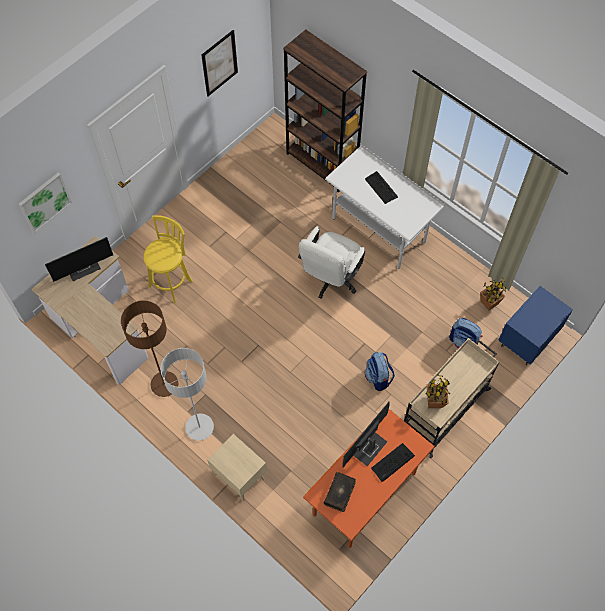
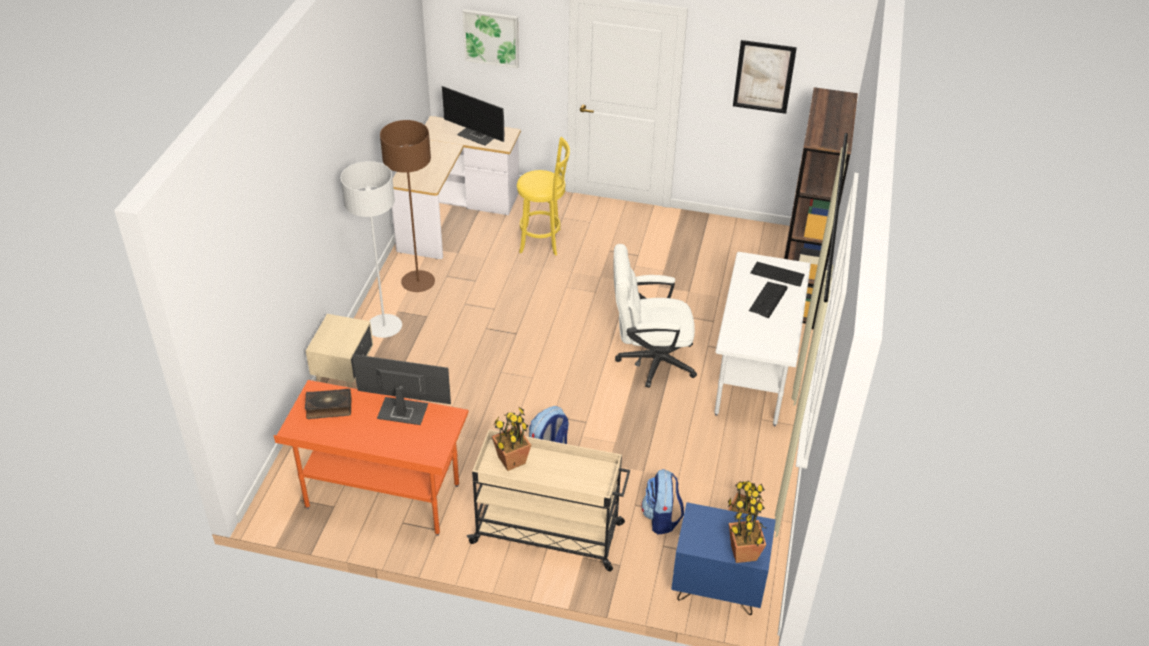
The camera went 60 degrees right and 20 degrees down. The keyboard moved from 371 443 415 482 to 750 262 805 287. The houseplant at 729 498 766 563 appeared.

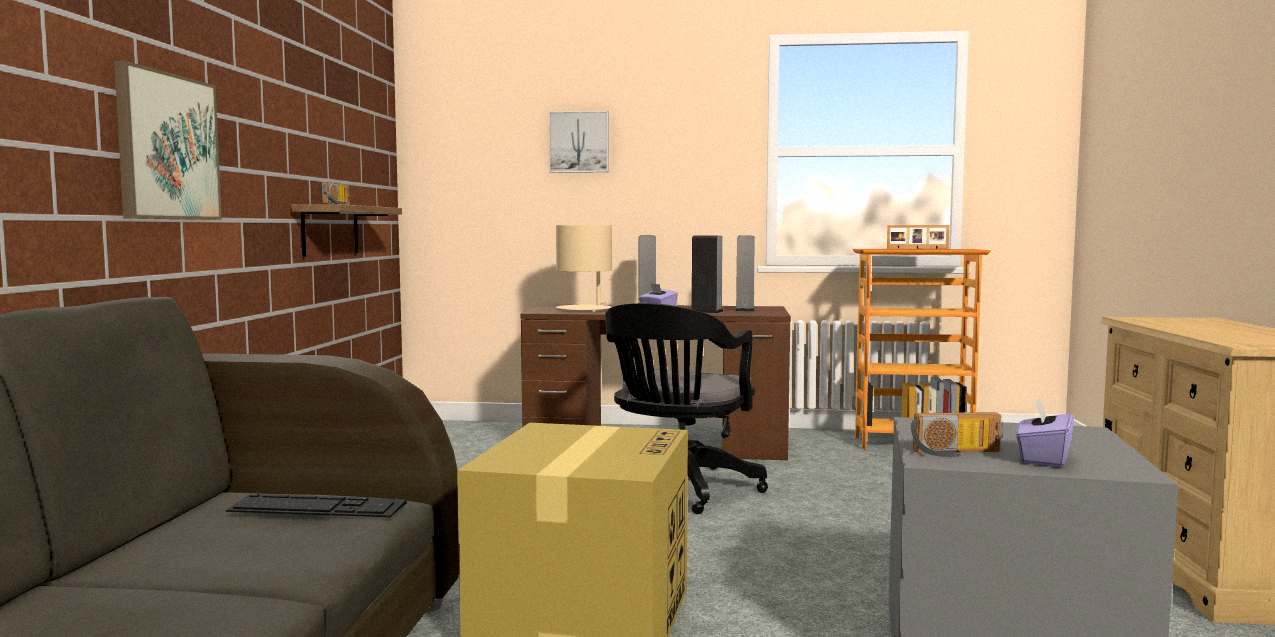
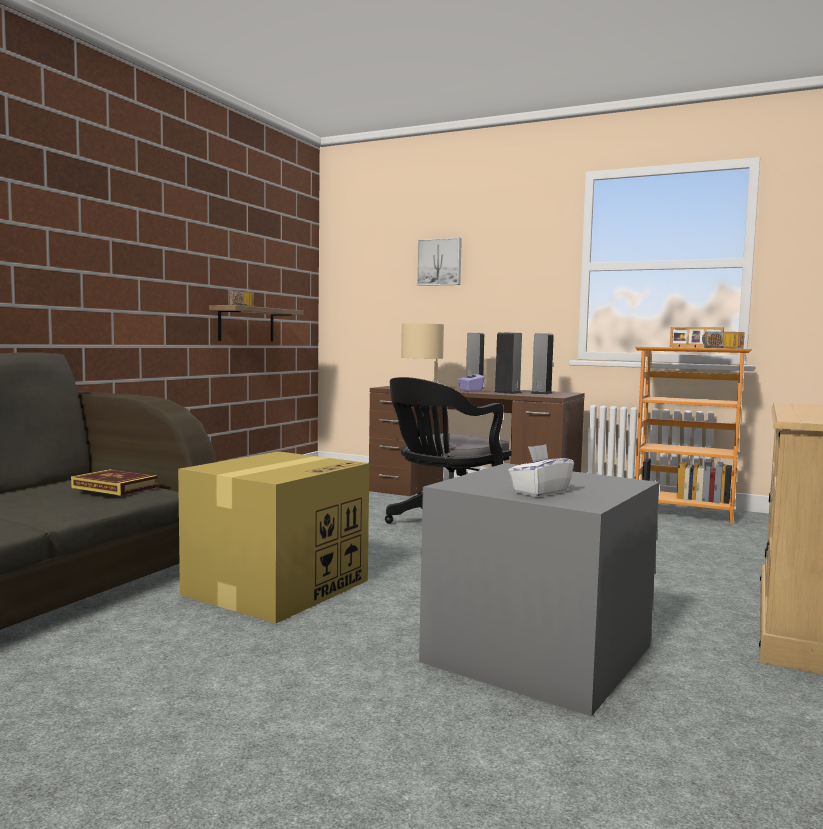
The camera went 20 degrees right and 0 degrees up. The wall picture at 114 60 222 220 disappeared. The tissue holder (purplish) at 1016 397 1074 468 became the tissue holder (white) at 508 444 574 497. The radio set moved from 911 412 1001 457 to 702 331 745 349. The keyboard at 226 494 407 517 was replaced by the bound book at 71 469 158 496.

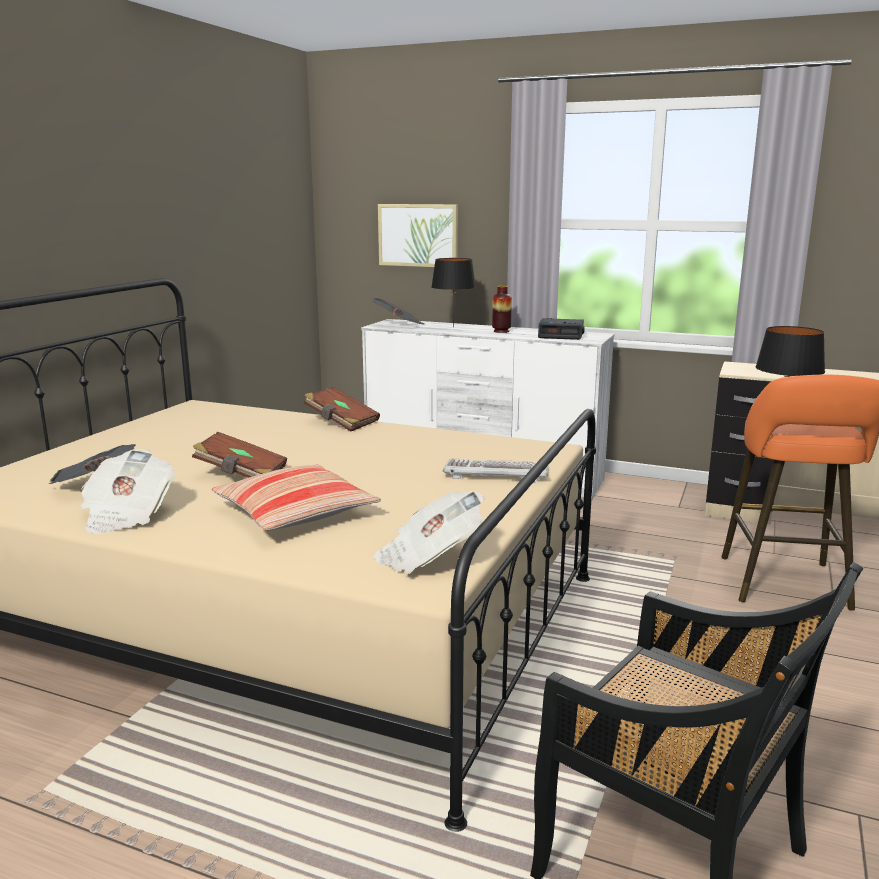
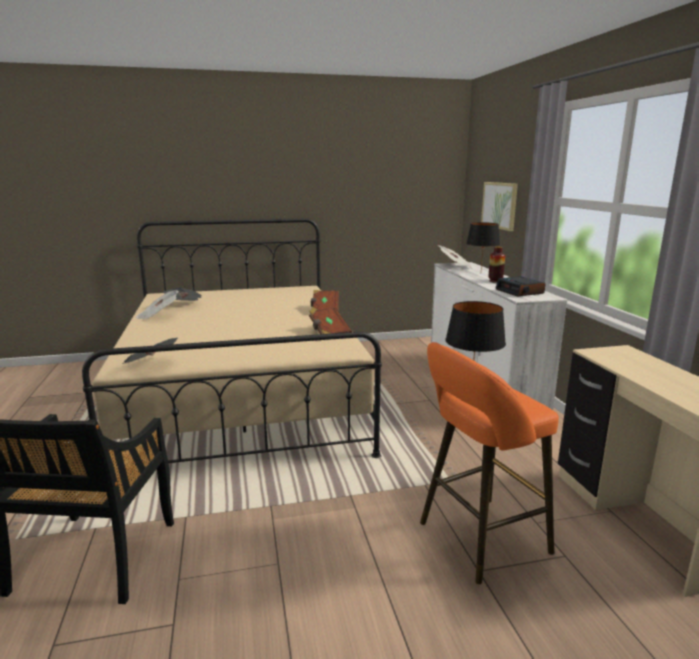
The camera went 55 degrees right and 0 degrees up. The bound book (brown-coloured) moved from 192 432 287 478 to 309 308 352 334. The keyboard at 443 459 548 482 disappeared. The throw pillow at 212 465 381 530 disappeared.

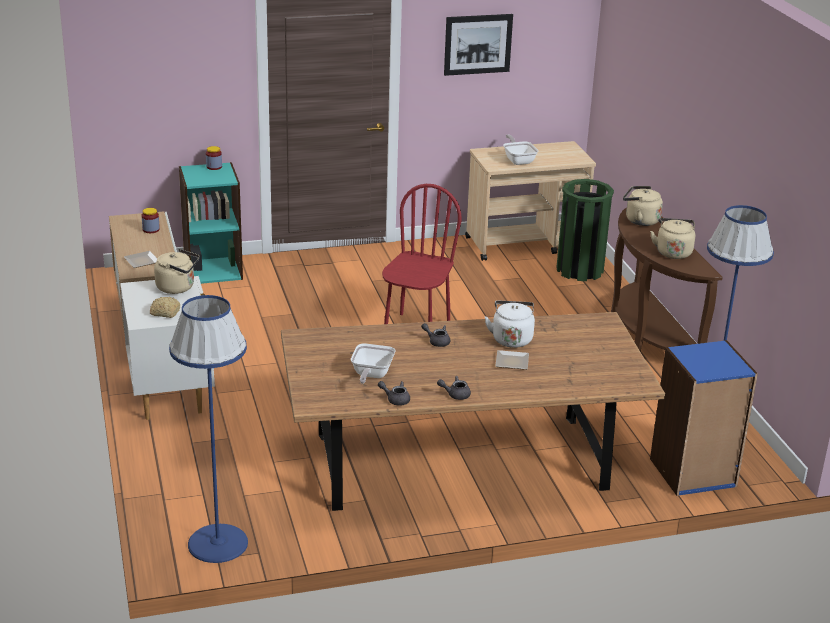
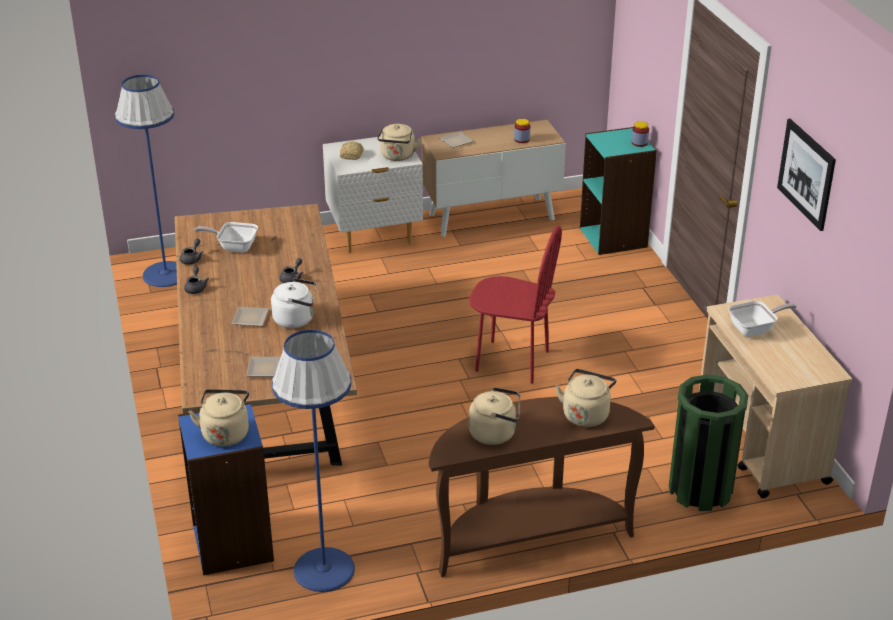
The camera went 90 degrees right and 5 degrees up. The plate at 247 357 281 377 appeared. The water kettle (beige) at 189 389 249 447 appeared.

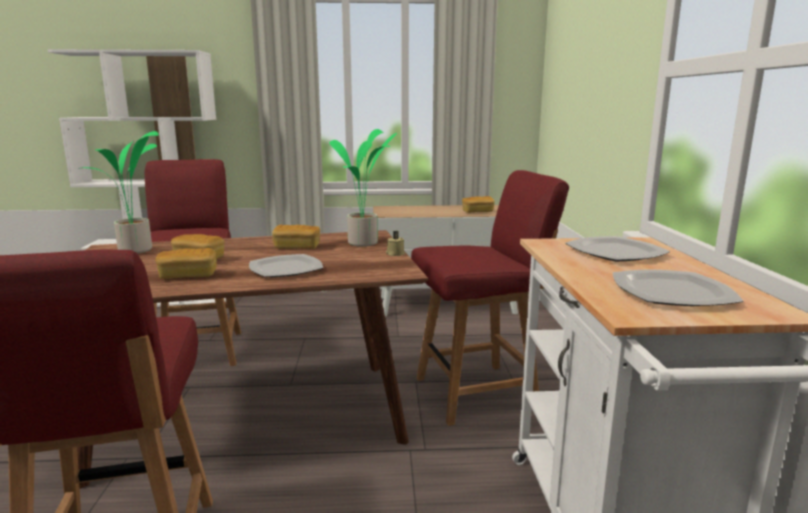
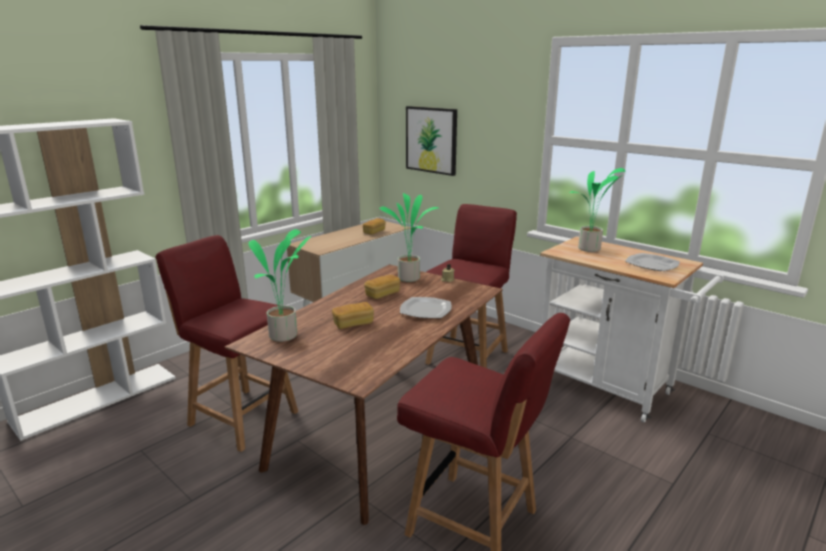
The camera went 45 degrees left and 5 degrees up. The plate at 565 236 670 261 was replaced by the houseplant at 569 168 626 252. The baked bread at 155 248 217 279 disappeared. The wall picture at 406 106 457 176 appeared.

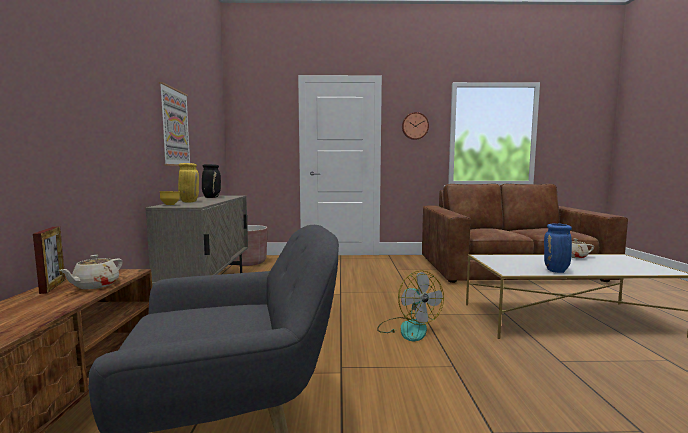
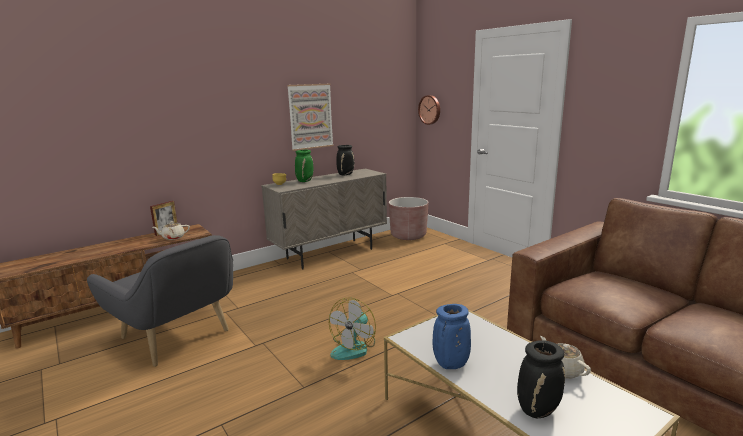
The camera went 55 degrees right and 10 degrees up. The wall clock moved from 402 112 429 140 to 418 95 440 125. The decorative vase (yellow) at 178 163 199 203 became the decorative vase (green-coloured) at 295 150 313 182. The decorative vase (blackish) at 517 340 565 418 appeared.

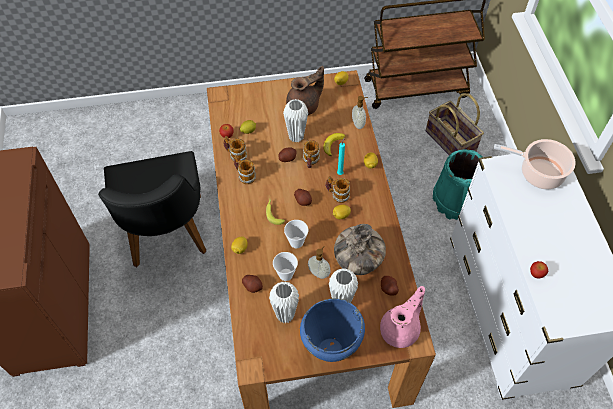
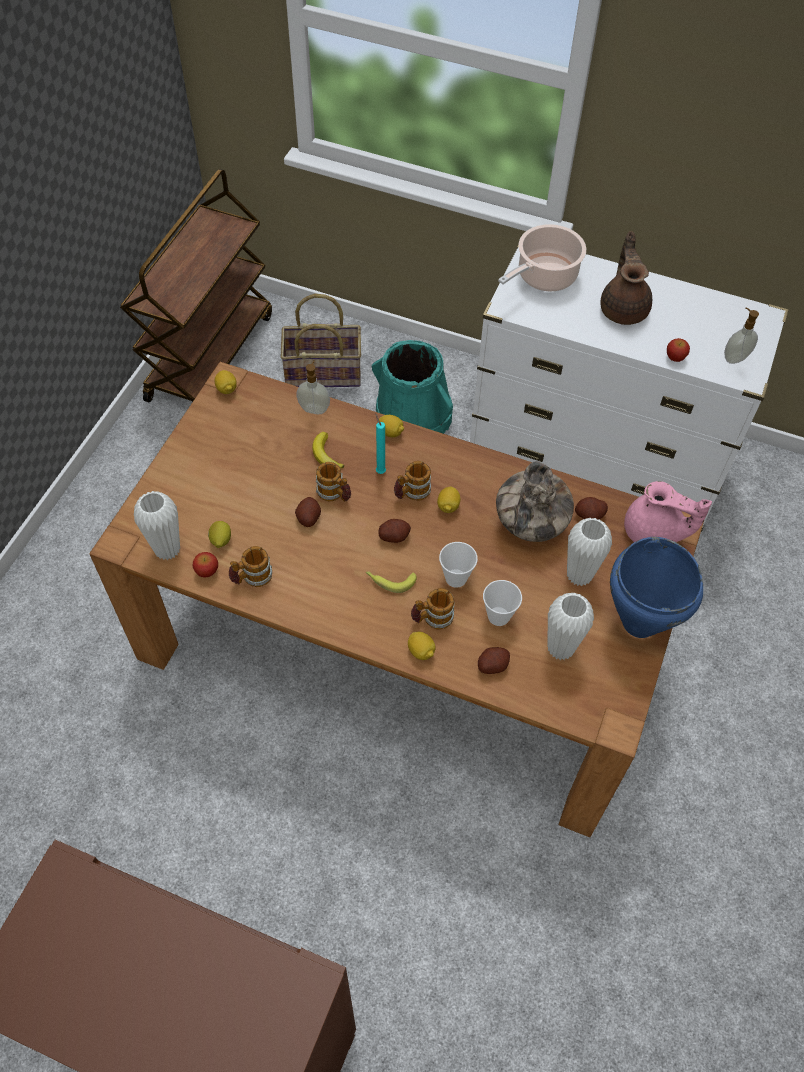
The camera went 60 degrees left and 0 degrees up. The teapot (brown-coloured) moved from 286 66 324 115 to 600 231 652 325. The decorative vase (white) moved from 283 99 308 143 to 134 491 180 560. The upright chair (blackish) at 98 151 207 267 disappeared. The tea mug moved from 234 155 256 184 to 411 588 455 630. The soap dispenser moved from 308 246 330 279 to 724 307 759 364. The teapot (pink-coloured) at 380 286 425 348 turned 135 degrees clockwise.

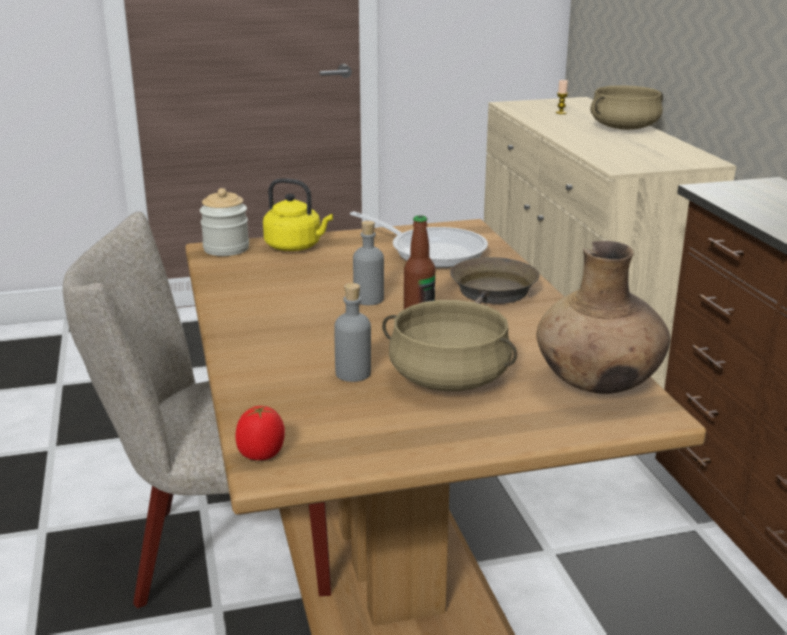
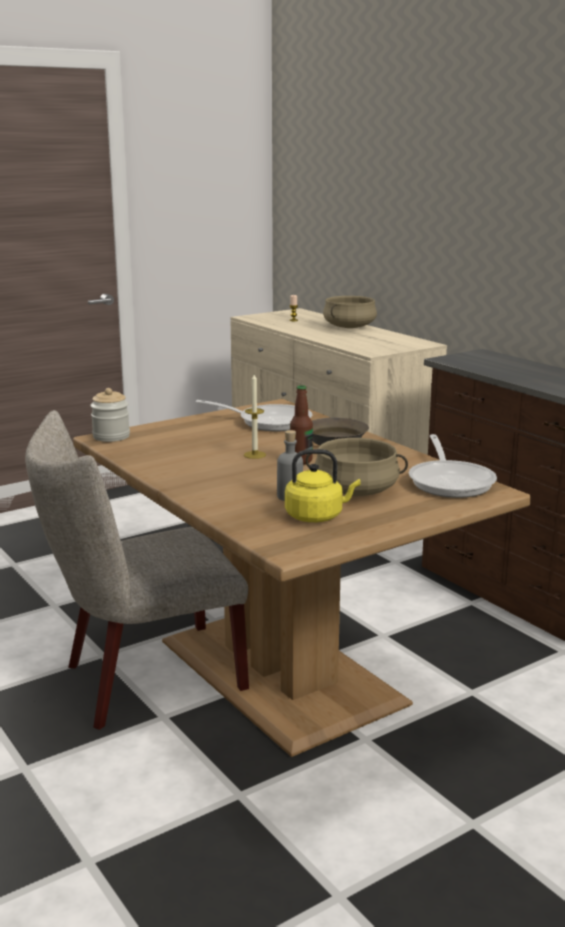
The camera went 20 degrees left and 5 degrees down. The water kettle (yellow) moved from 263 178 333 251 to 285 449 361 522. The beverage bottle (gray) at 353 221 384 305 was replaced by the candle at 244 374 266 459. The decorative vase (brown-coloured) at 536 241 670 394 was replaced by the pan at 409 434 497 498. The whole tomato at 235 406 285 460 disappeared.

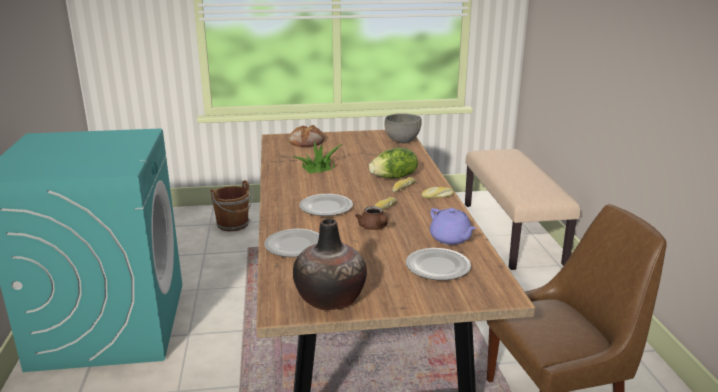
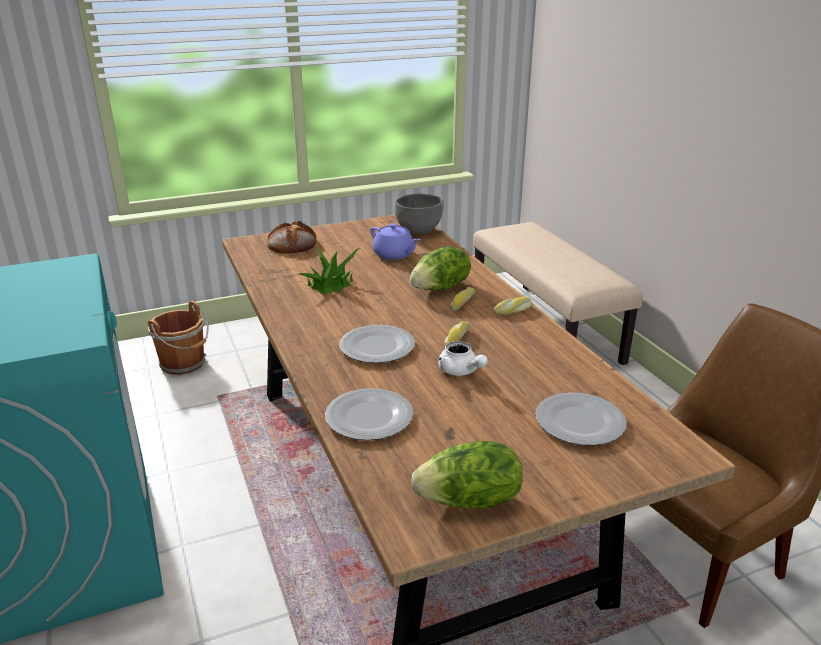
The camera went 15 degrees left and 5 degrees up. The teapot (brown-coloured) at 355 206 388 230 became the teapot (white) at 438 341 488 376. The teapot (purplish) moved from 430 208 477 245 to 370 223 420 260. The decorative vase at 293 219 367 310 was replaced by the lettuce head at 411 441 523 509.

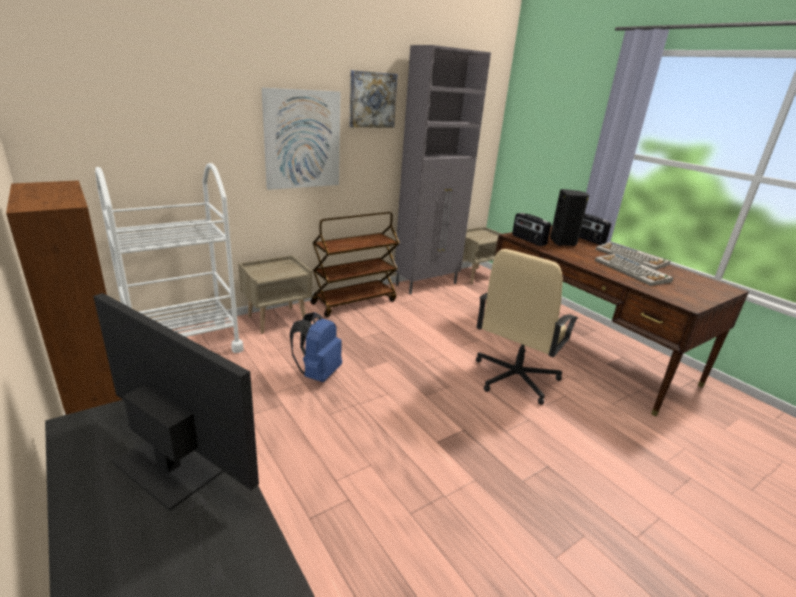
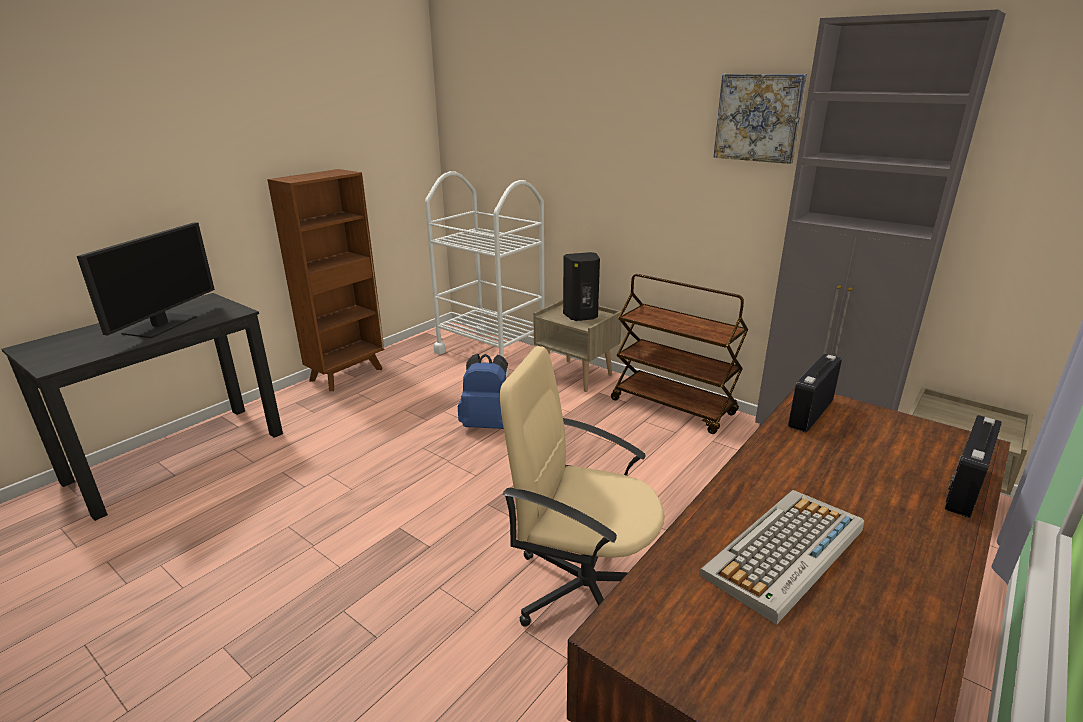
The camera went 75 degrees right and 0 degrees up. The wall picture at 262 87 340 190 disappeared. The audio speaker (blackish) moved from 550 189 589 246 to 563 252 600 321. The keyboard at 595 242 670 270 disappeared.

